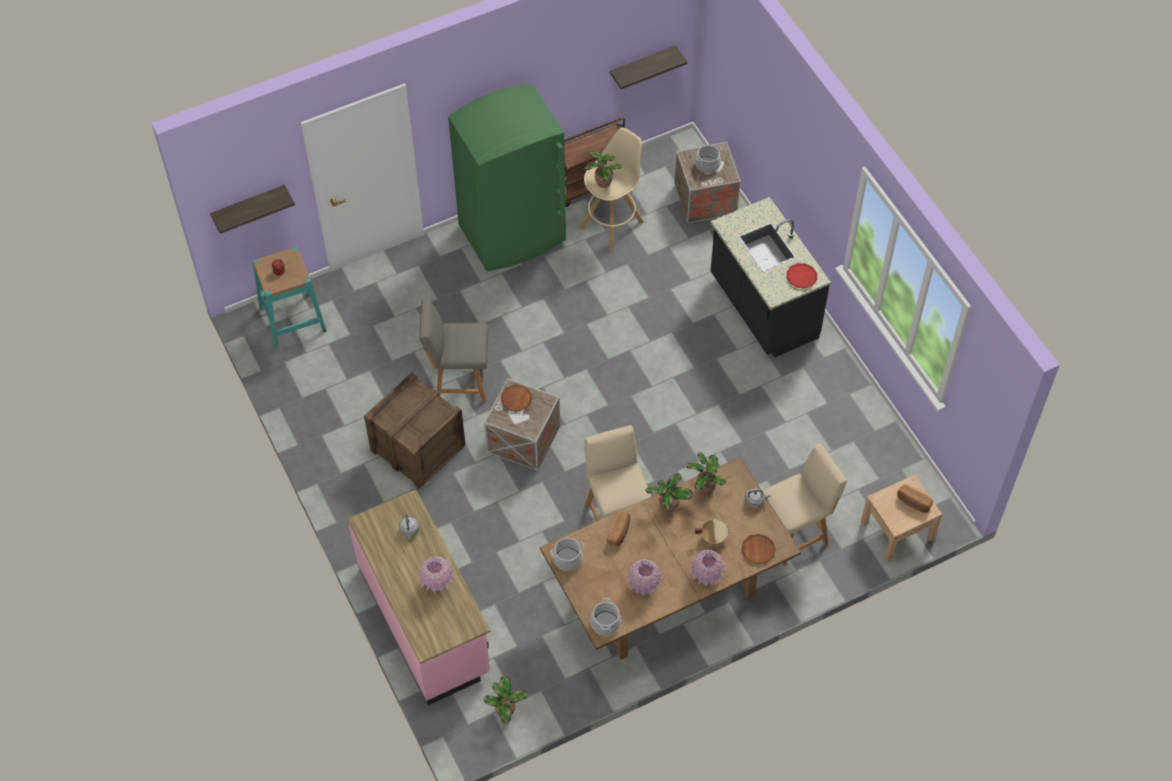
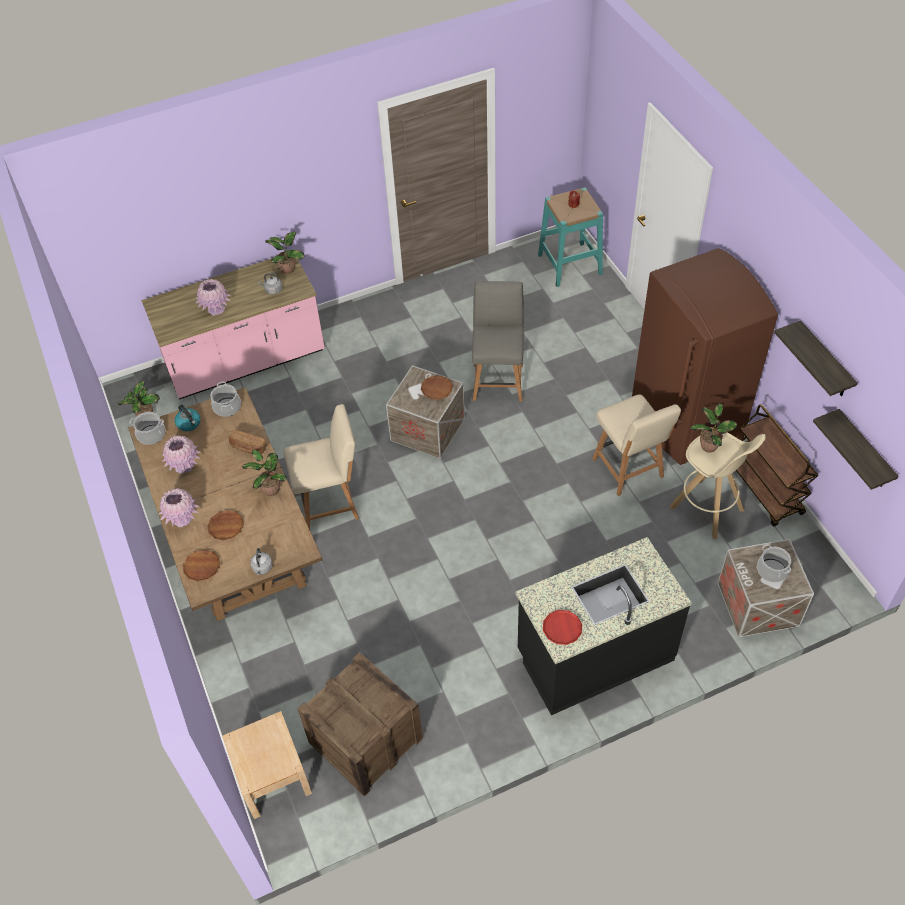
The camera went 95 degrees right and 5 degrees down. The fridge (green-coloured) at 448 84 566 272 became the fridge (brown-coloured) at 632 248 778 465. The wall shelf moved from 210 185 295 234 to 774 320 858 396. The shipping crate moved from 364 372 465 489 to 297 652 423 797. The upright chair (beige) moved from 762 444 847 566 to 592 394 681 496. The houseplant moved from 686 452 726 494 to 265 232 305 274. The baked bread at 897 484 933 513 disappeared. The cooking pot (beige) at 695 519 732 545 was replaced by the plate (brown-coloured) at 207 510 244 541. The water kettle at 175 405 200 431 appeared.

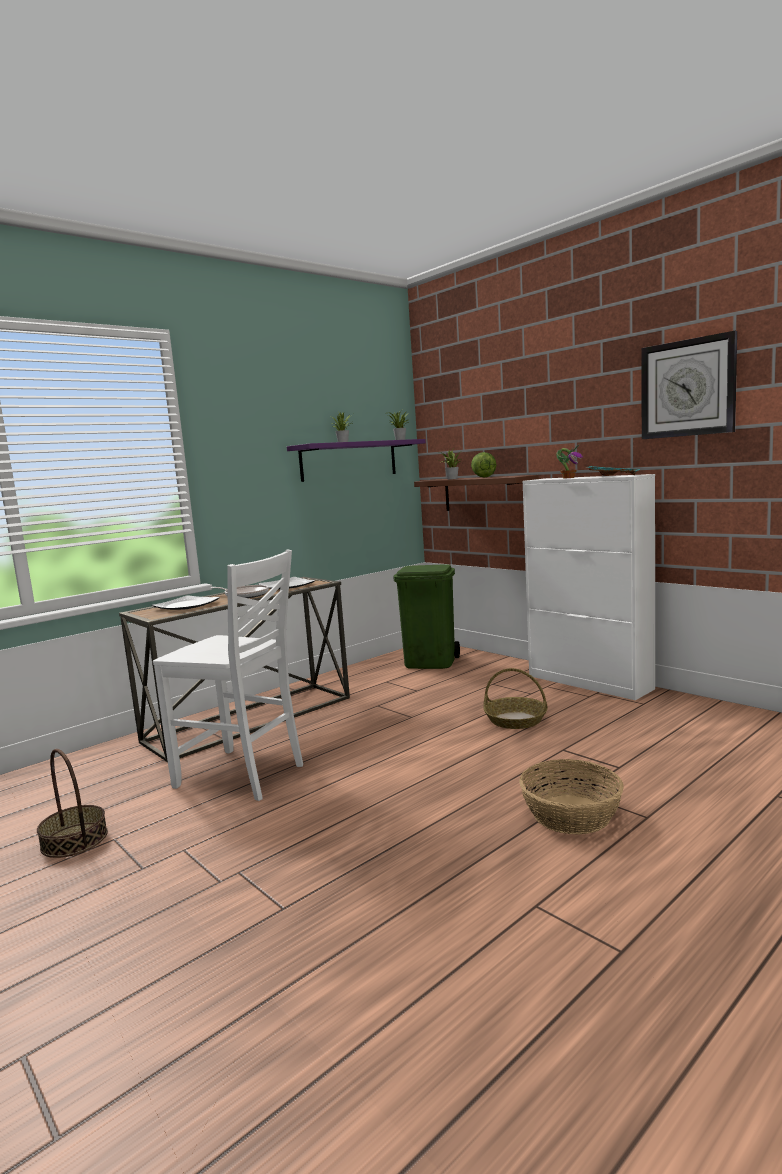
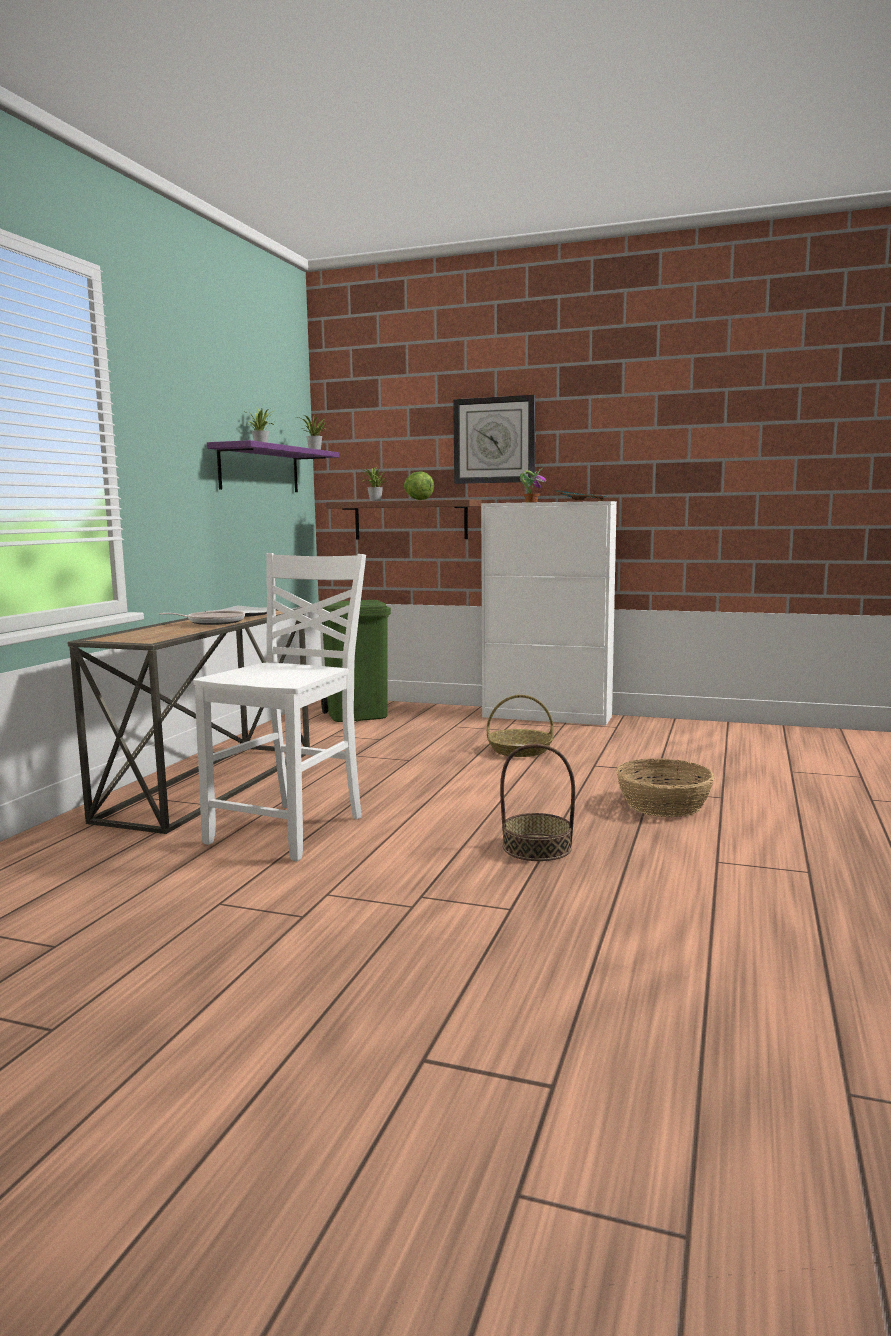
The camera went 30 degrees left and 0 degrees up. The wall clock moved from 641 331 737 439 to 453 395 535 484. The upright chair (white) at 153 550 303 801 turned 60 degrees counterclockwise. The plate at 152 595 220 610 disappeared. The household basket moved from 37 749 108 858 to 500 744 575 861.

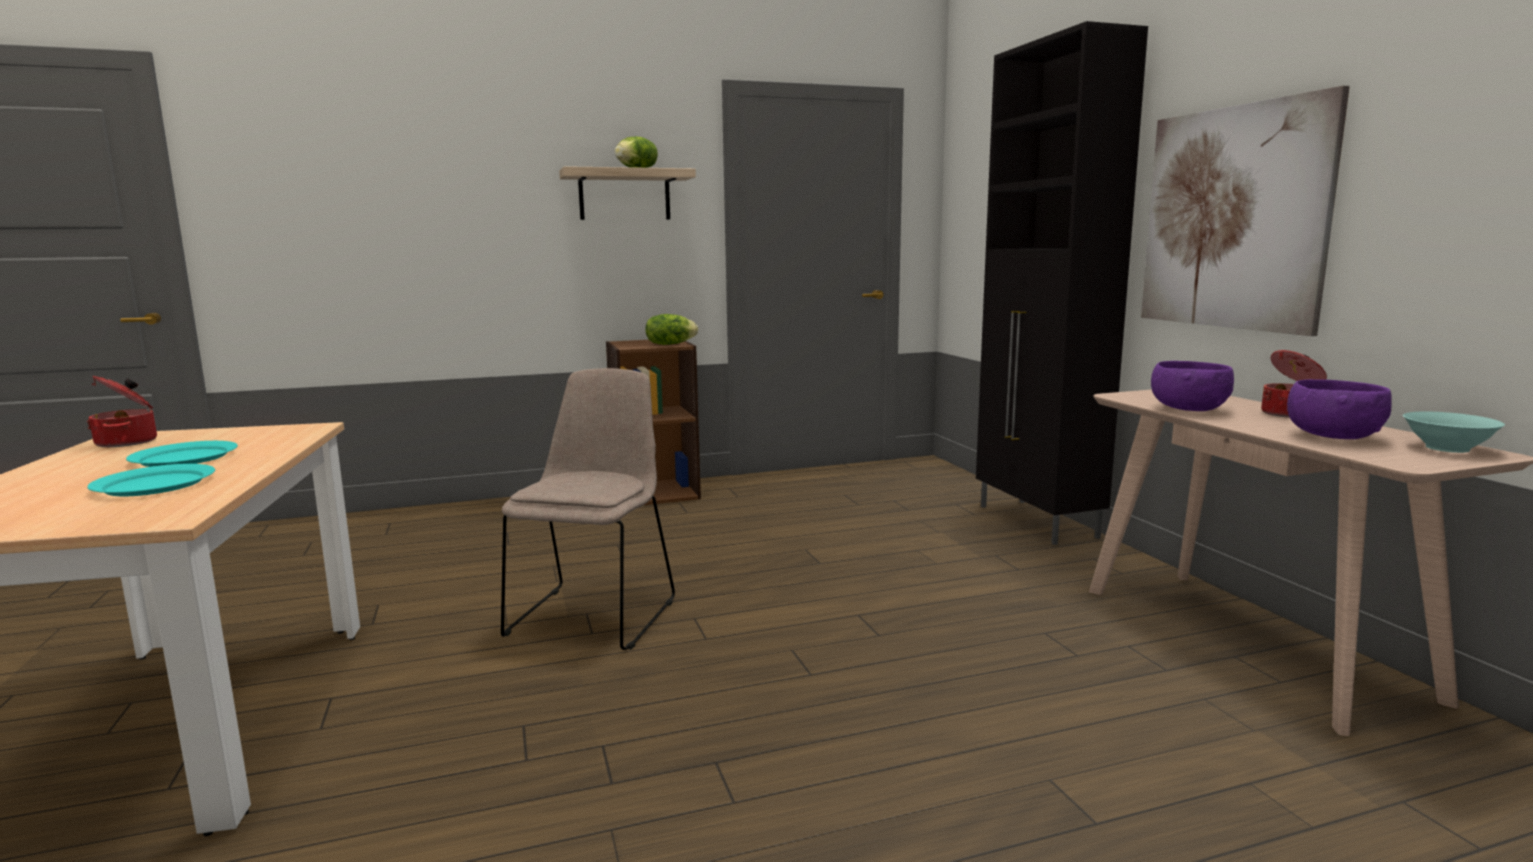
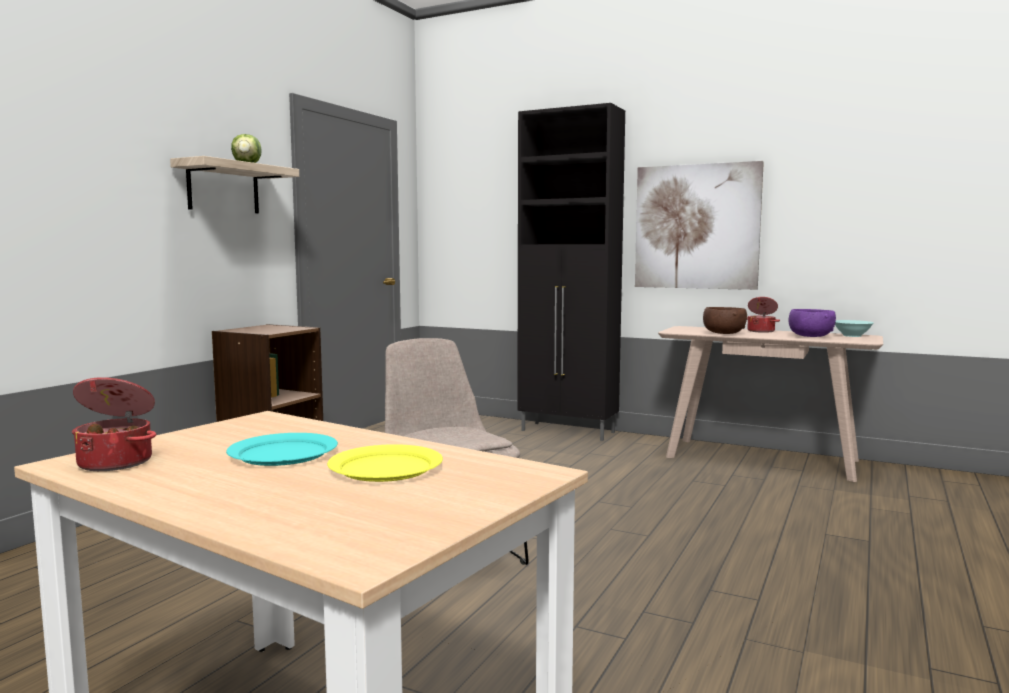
The camera went 45 degrees left and 5 degrees down. The lettuce head at 645 314 698 345 disappeared. The bowl (purplish) at 1151 361 1234 411 became the bowl (brown-coloured) at 703 307 747 334. The plate (turquoise) at 87 464 215 496 became the plate (yellow) at 327 444 443 482.

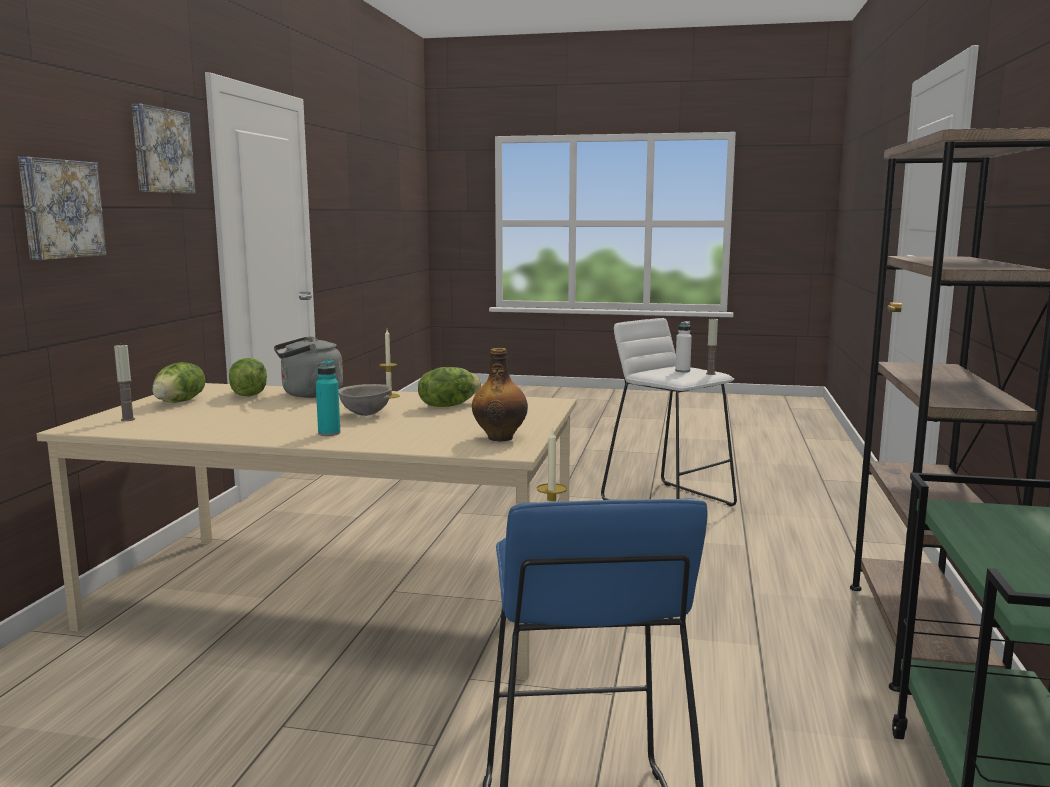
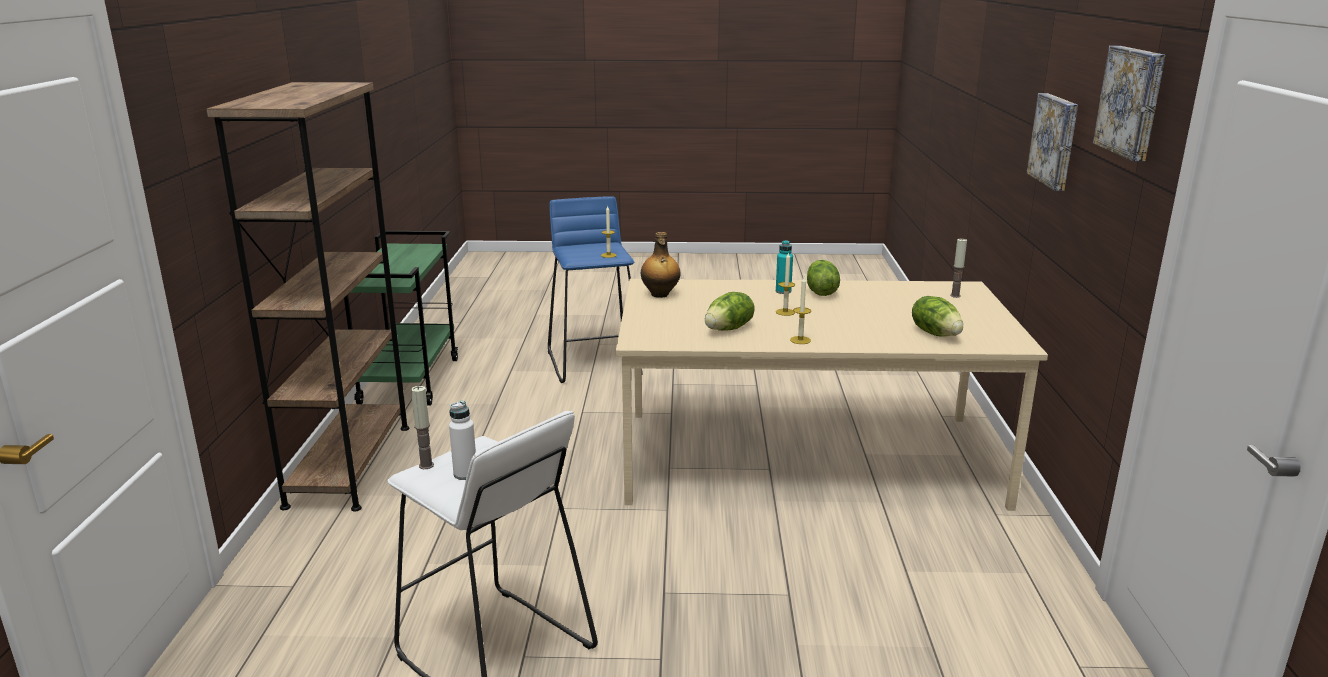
The camera went 170 degrees right and 10 degrees up. The water kettle (gray) at 274 336 343 398 disappeared. The lettuce head moved from 152 362 205 403 to 807 260 840 296. The bowl (gray) at 339 384 392 416 was replaced by the candle at 776 252 795 316.

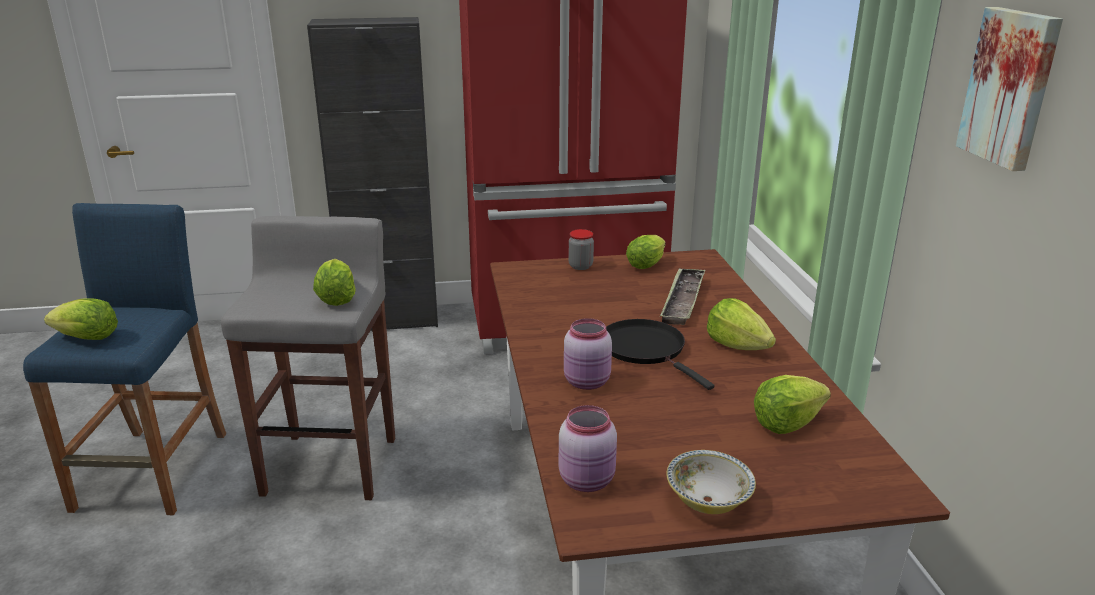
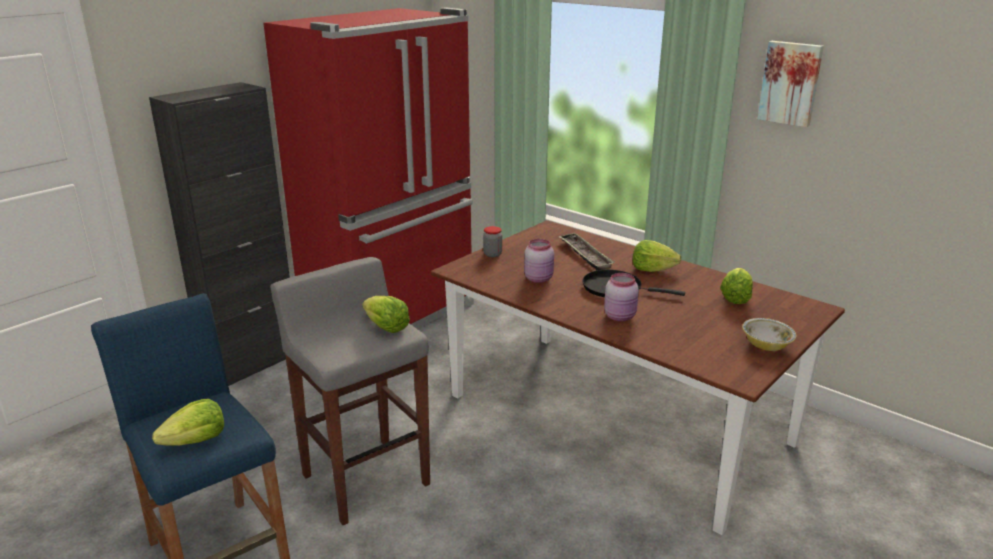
The camera went 40 degrees left and 0 degrees up. The lettuce head at 626 235 665 269 disappeared. The storage jar (pink-coloured) moved from 559 405 617 492 to 524 239 554 283.

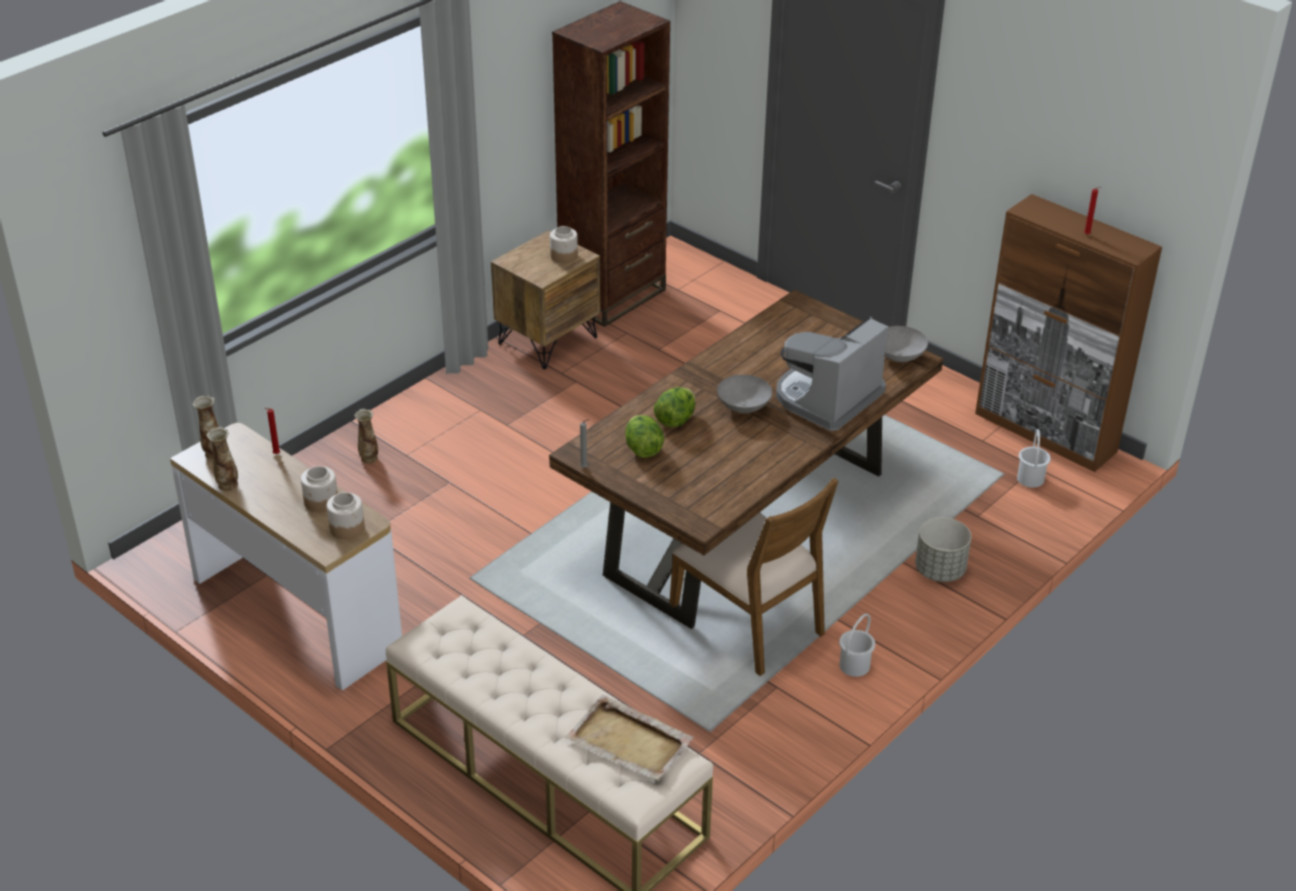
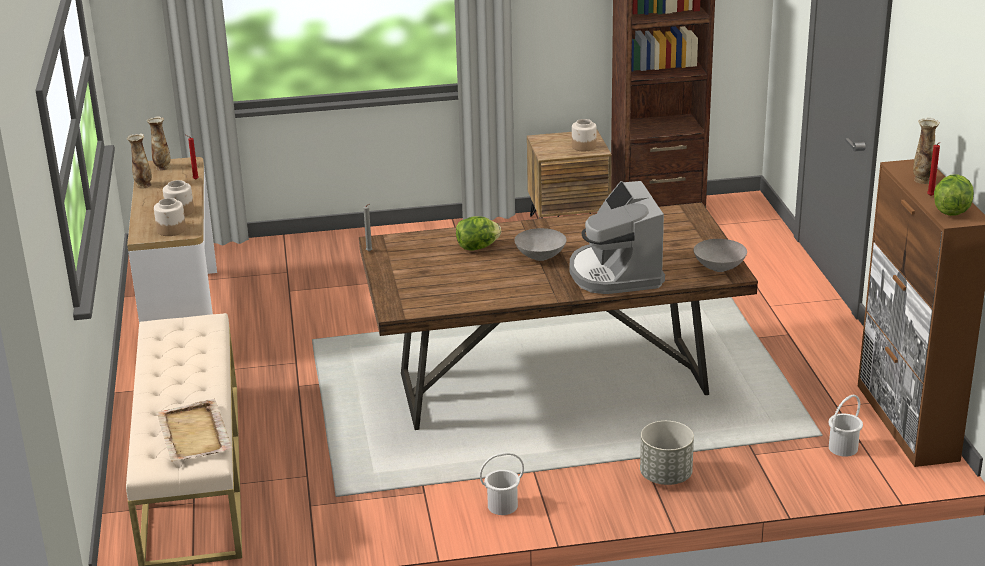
The camera went 40 degrees right and 10 degrees down. The coffee machine at 776 317 888 431 turned 90 degrees counterclockwise. The decorative vase moved from 354 409 378 464 to 913 118 940 184. The lettuce head moved from 625 415 664 458 to 934 174 974 216. The upright chair (brown-coloured) at 669 477 838 676 disappeared.

